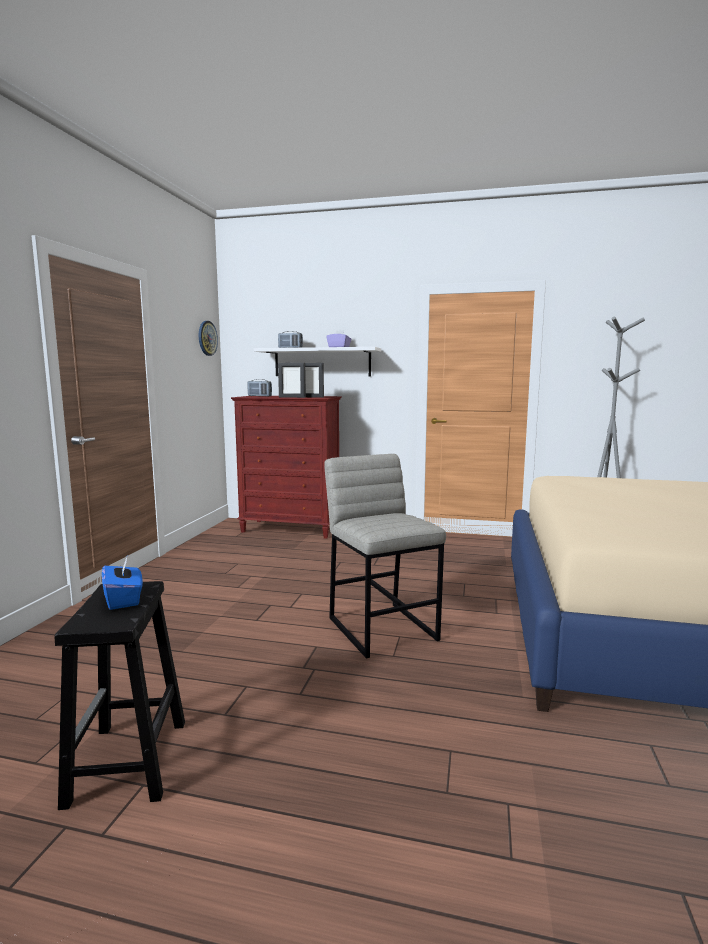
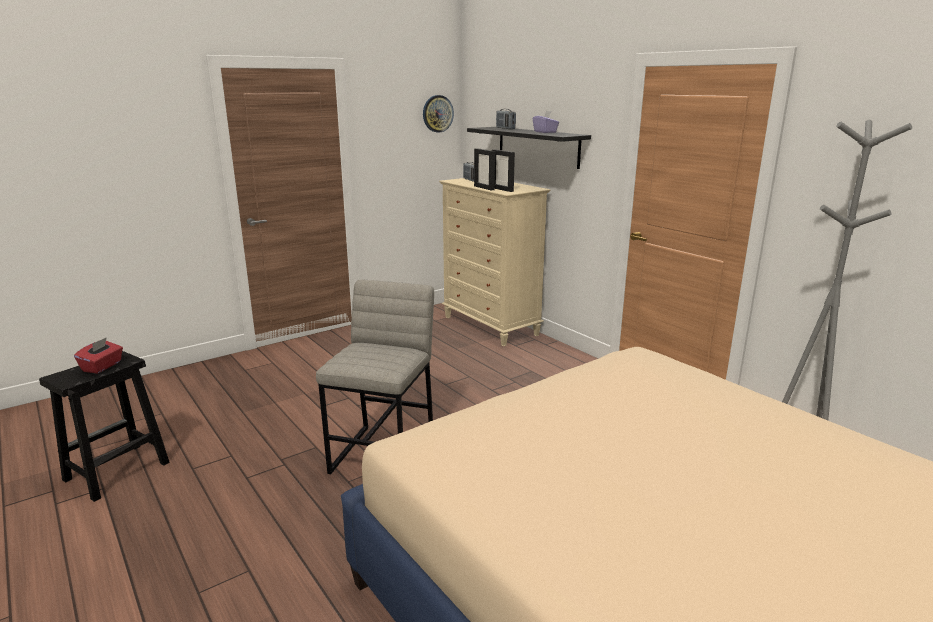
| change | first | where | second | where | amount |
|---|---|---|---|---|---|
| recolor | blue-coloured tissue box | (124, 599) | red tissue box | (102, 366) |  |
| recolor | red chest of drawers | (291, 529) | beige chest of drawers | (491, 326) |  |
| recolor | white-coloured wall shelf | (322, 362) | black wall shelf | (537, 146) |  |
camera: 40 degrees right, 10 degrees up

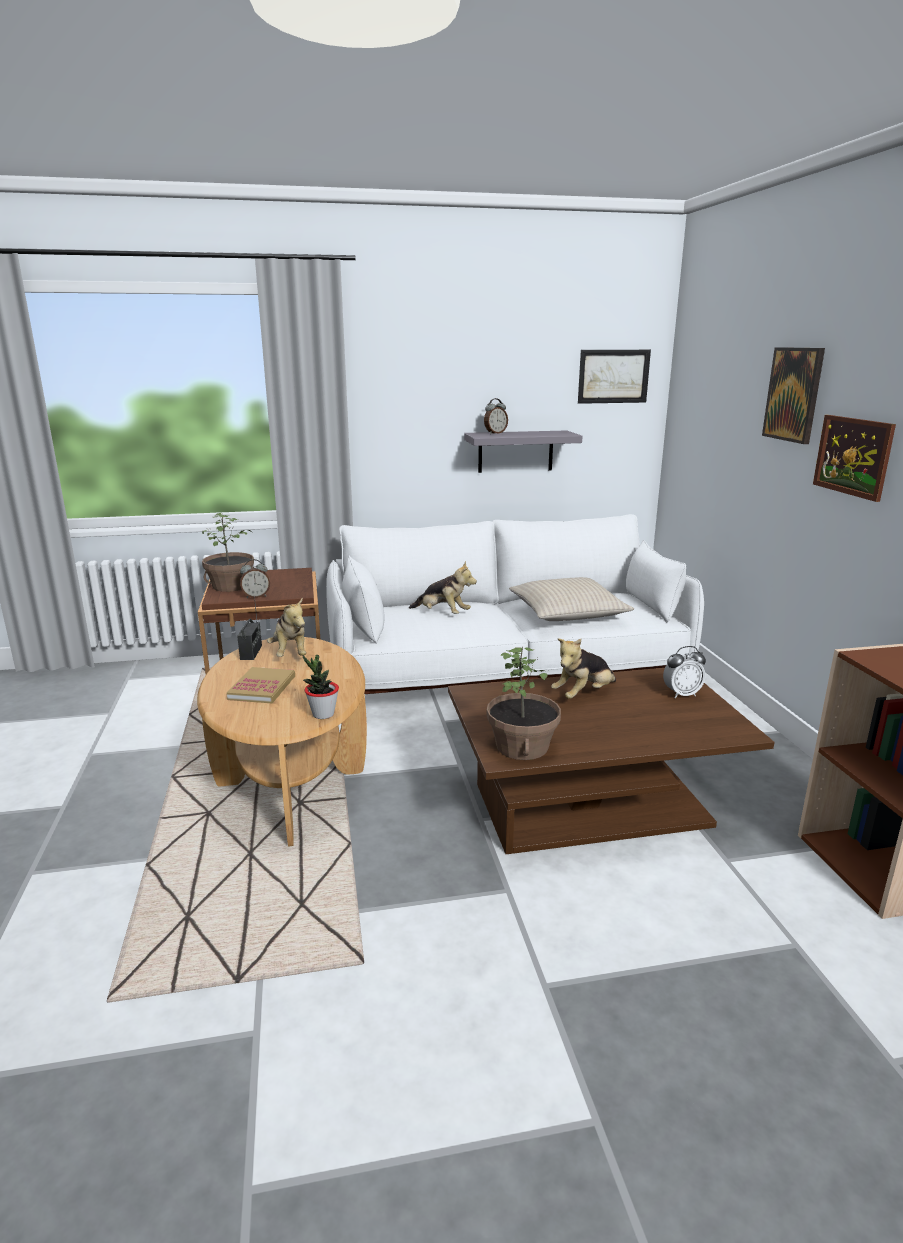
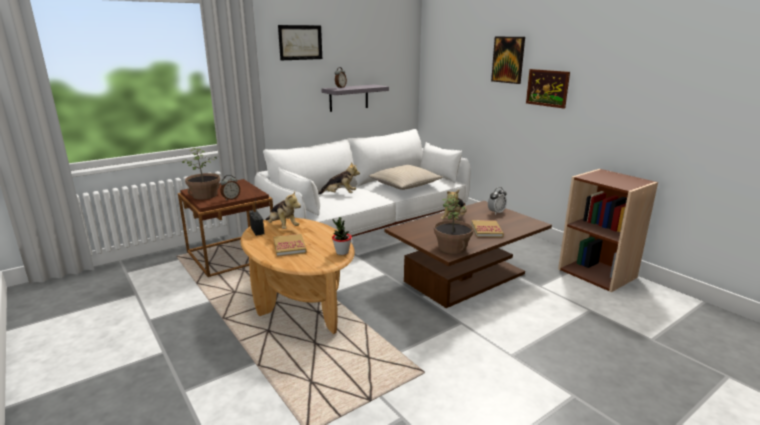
| change | first | where | second | where | amount |
|---|---|---|---|---|---|
| move | picture | (613, 376) |  | (300, 42) |  |
| insert |  |  | volume | (486, 230) |  |
camera: 25 degrees left, 0 degrees up

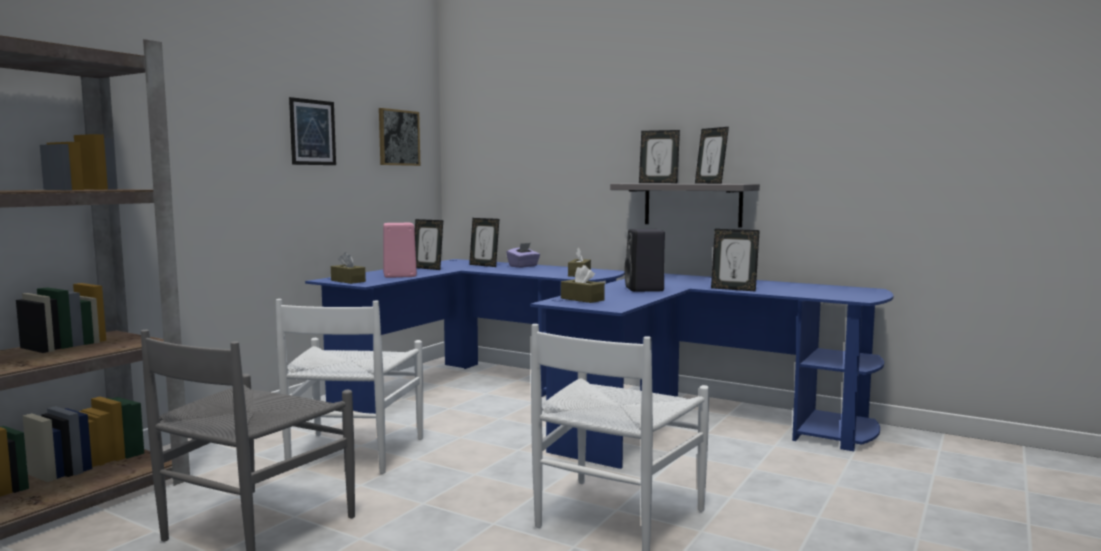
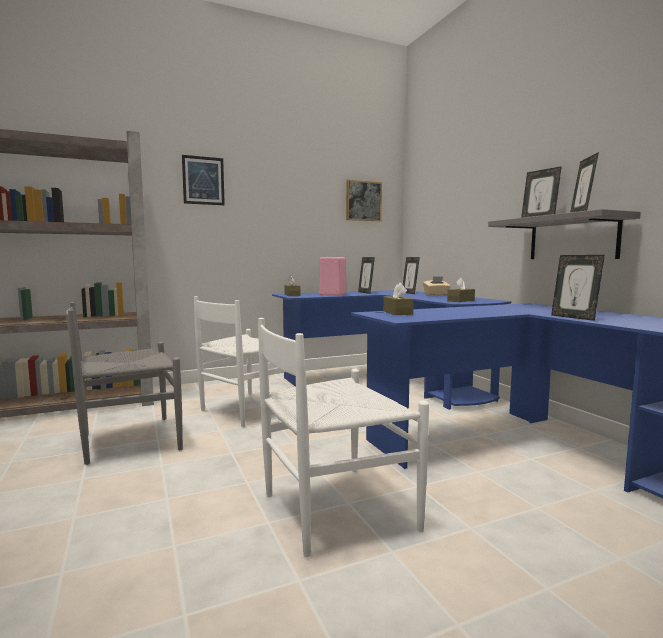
| change | first | where | second | where | amount |
|---|---|---|---|---|---|
| move | picture | (312, 132) |  | (203, 180) |  |
| recolor | purplish tissue box | (523, 266) | beige tissue box | (436, 295) |  |
| delete | black audio speaker | (645, 289) |  |  |  |
camera: 35 degrees right, 0 degrees up

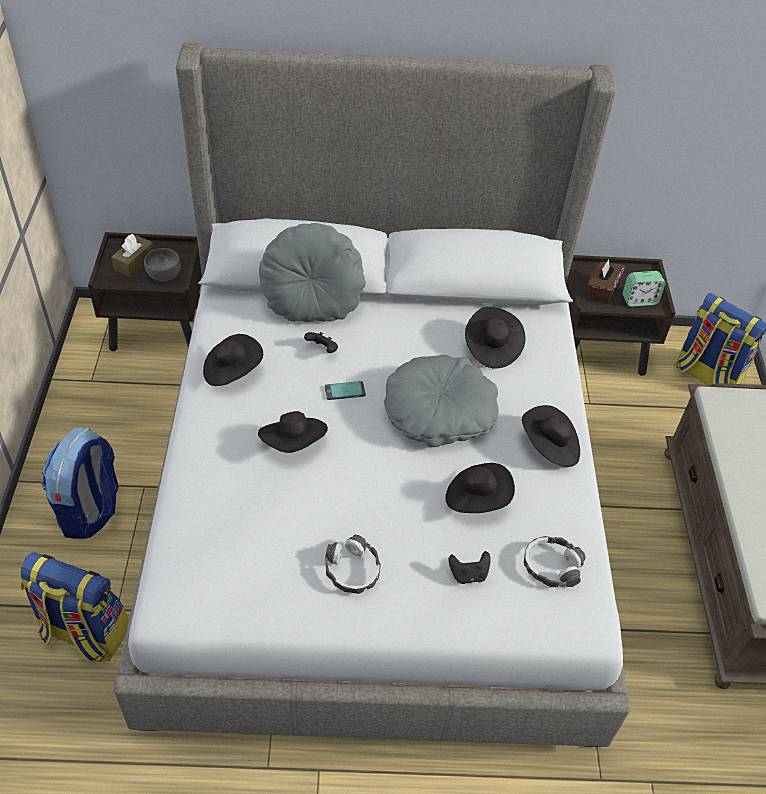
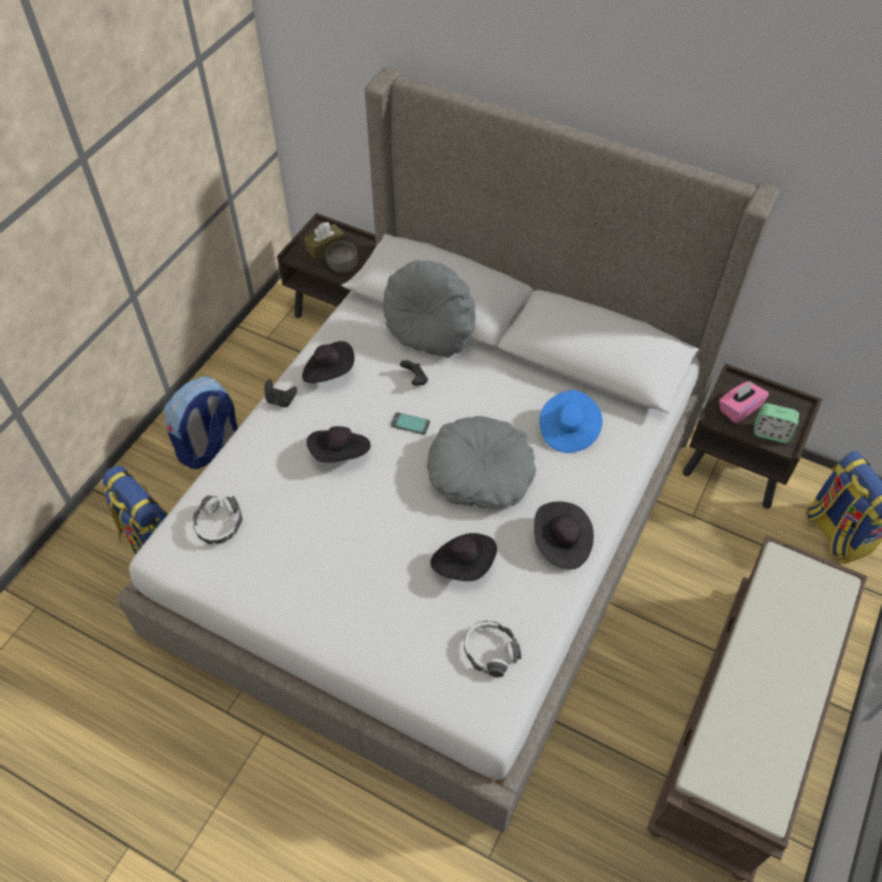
| change | first | where | second | where | amount |
|---|---|---|---|---|---|
| move | headphones | (352, 570) |  | (219, 524) |  |
| move | black gamepad | (468, 574) |  | (280, 400) |  |
| recolor | black clothing hat | (491, 348) | blue-coloured clothing hat | (568, 430) |  |
| recolor | brown tissue box | (602, 289) | pink tissue box | (738, 409) |  |
camera: 30 degrees right, 5 degrees up

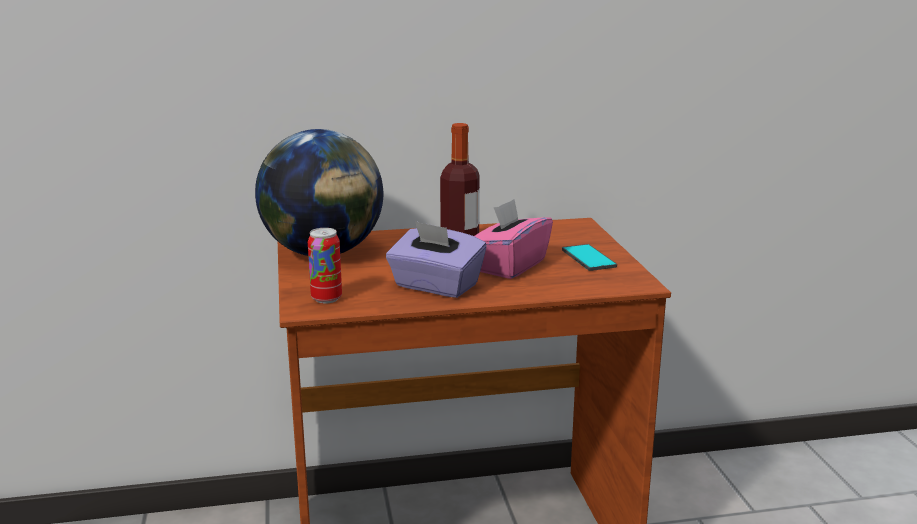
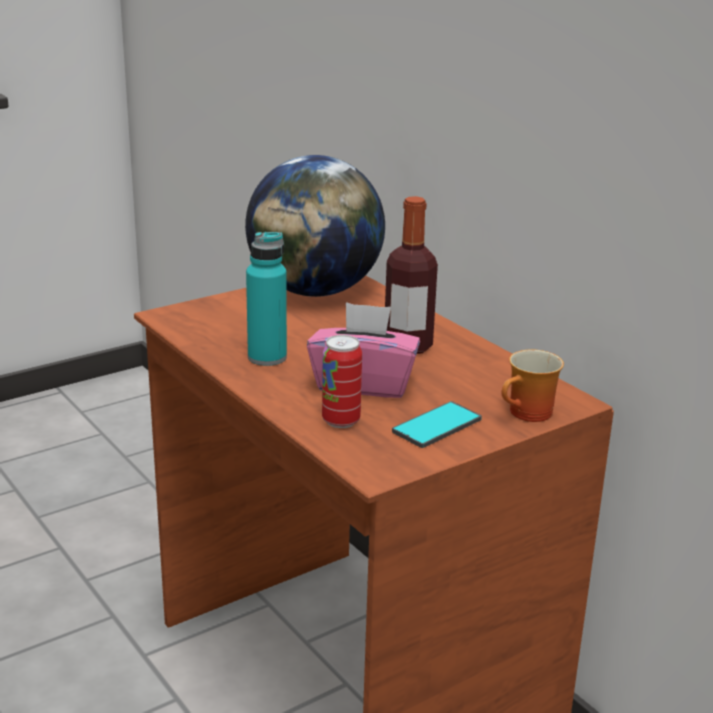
| change | first | where | second | where | amount |
|---|---|---|---|---|---|
| move | can | (326, 299) |  | (341, 421) |  |
| replace | purplish tissue box | (435, 286) | turquoise drink bottle | (267, 357) |  |
| insert |  |  | mug | (529, 415) |  |
camera: 65 degrees right, 5 degrees up

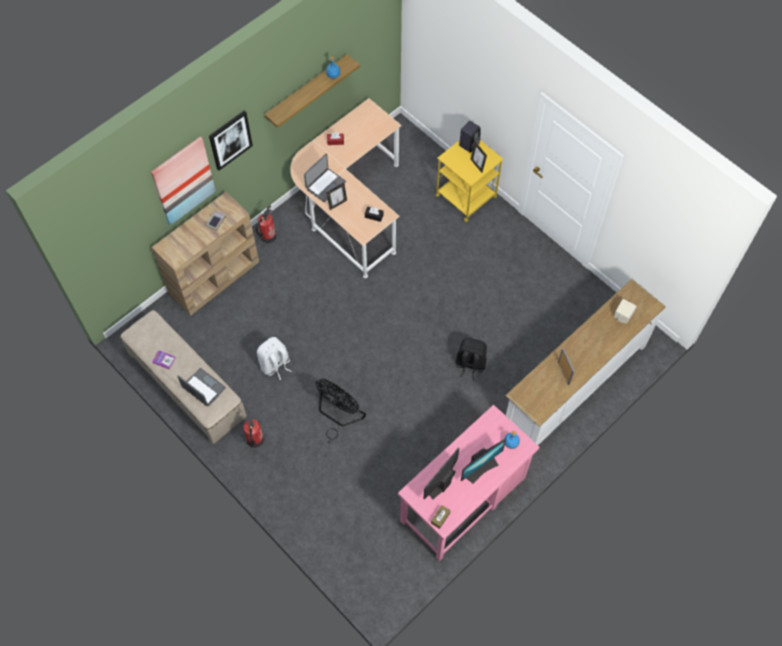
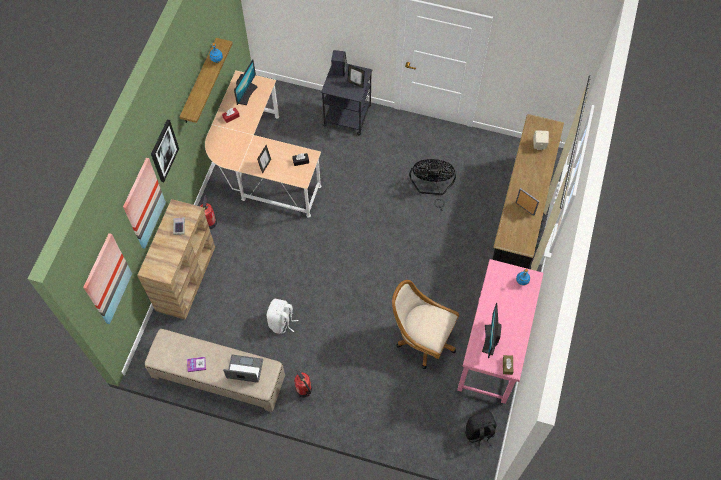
| change | first | where | second | where | amount |
|---|---|---|---|---|---|
| delete | notebook computer | (325, 185) |  |  |  |
| move | black cooling fan | (337, 414) |  | (433, 188) |  |
| recolor | yellow-coloured cart | (466, 197) | black cart | (348, 116) |  |
| move | black rucksack | (470, 364) |  | (479, 433) |  |
| move | computer screen | (480, 468) |  | (246, 94) |  |
| recolor | white-coloured cabinet | (574, 386) | black cabinet | (518, 219) |  |
| insert |  |  | picture | (107, 279) |  |
| insert |  |  | computer chair | (422, 338) |  |
camera: 30 degrees left, 0 degrees up

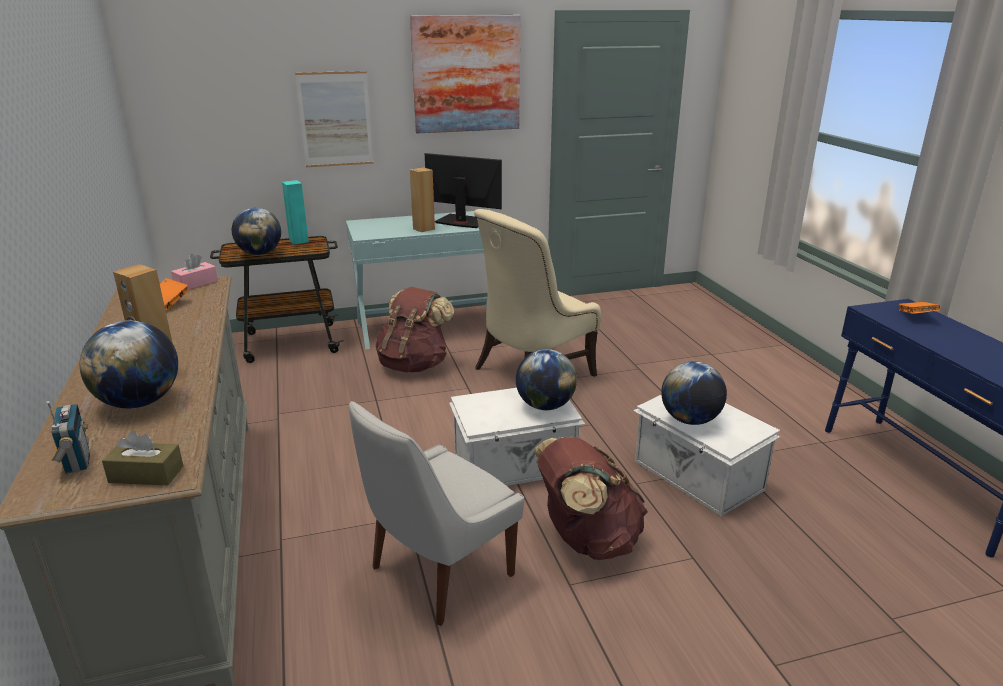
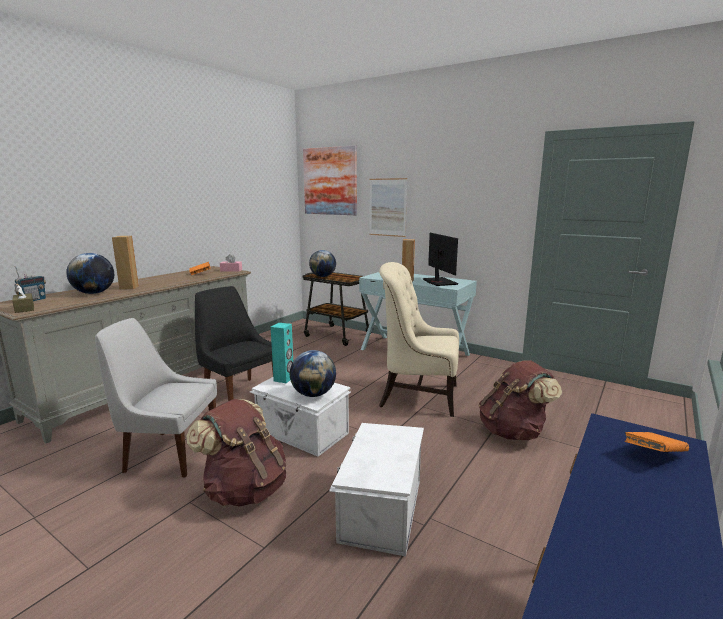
| change | first | where | second | where | amount |
|---|---|---|---|---|---|
| move | turquoise audio speaker | (299, 241) |  | (284, 379) |  |
| move | brown rucksack | (414, 365) |  | (513, 432) |  |
| move | picture | (466, 74) |  | (330, 181) |  |
| delete | desk globe | (690, 420) |  |  |  |
| insert |  |  | black chair | (239, 393) |  |
camera: 50 degrees right, 10 degrees down

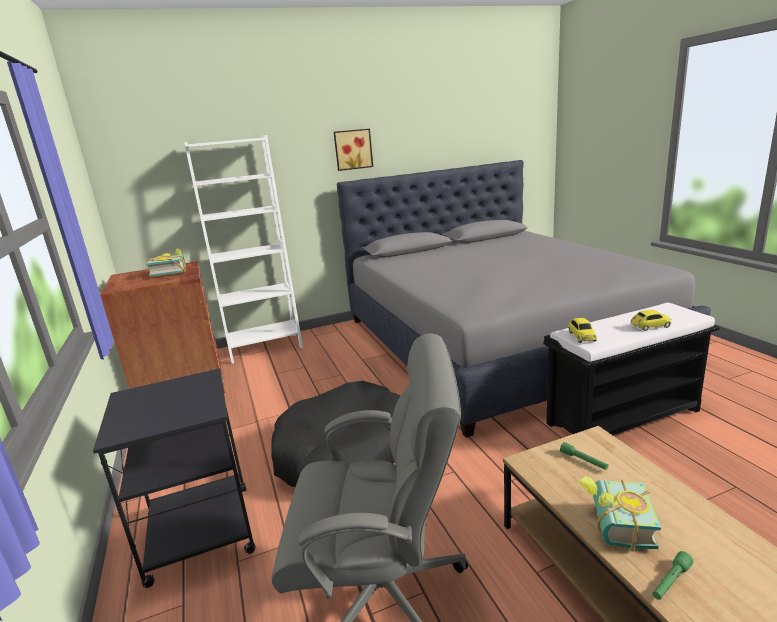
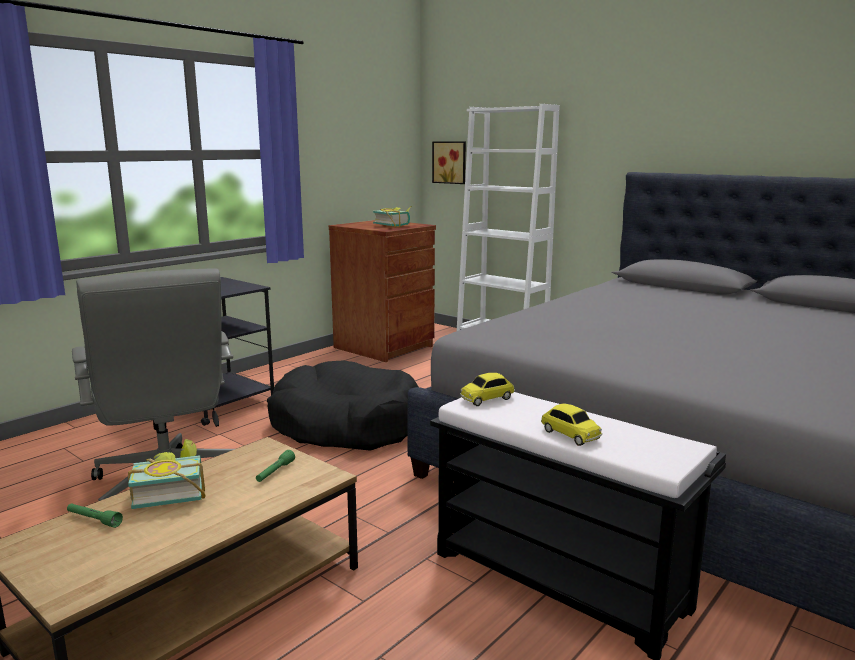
| change | first | where | second | where | amount |
|---|---|---|---|---|---|
| move | picture | (353, 149) |  | (450, 162) |  |
camera: 60 degrees right, 5 degrees down

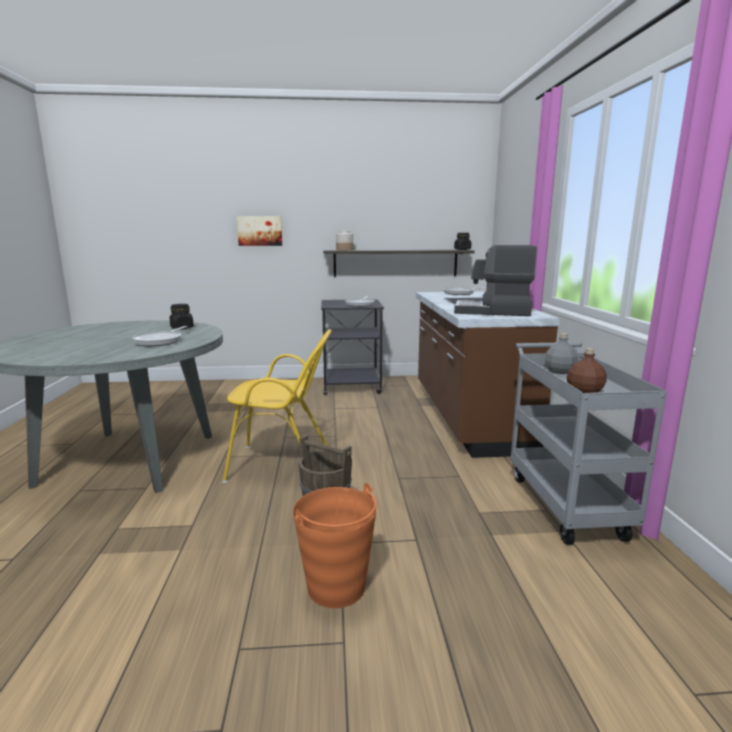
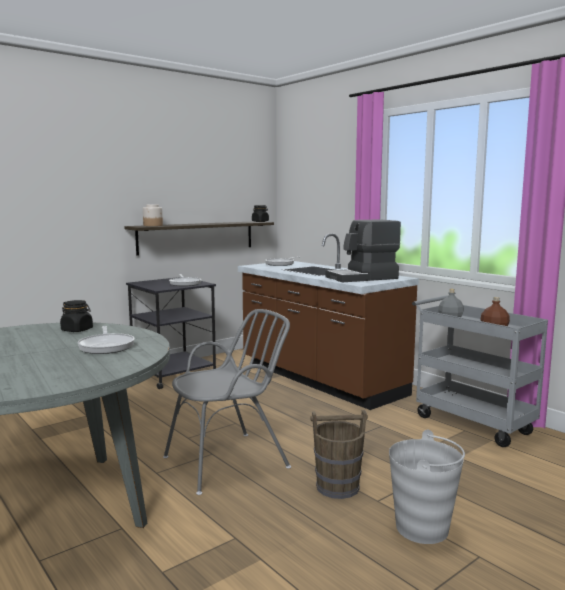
| change | first | where | second | where | amount |
|---|---|---|---|---|---|
| recolor | yellow-coloured chair | (284, 464) | gray chair | (230, 460) |  |
| delete | picture | (260, 231) |  |  |  |
| recolor | orangey bucket | (336, 587) | gray bucket | (422, 528) |  |
camera: 35 degrees left, 5 degrees down

